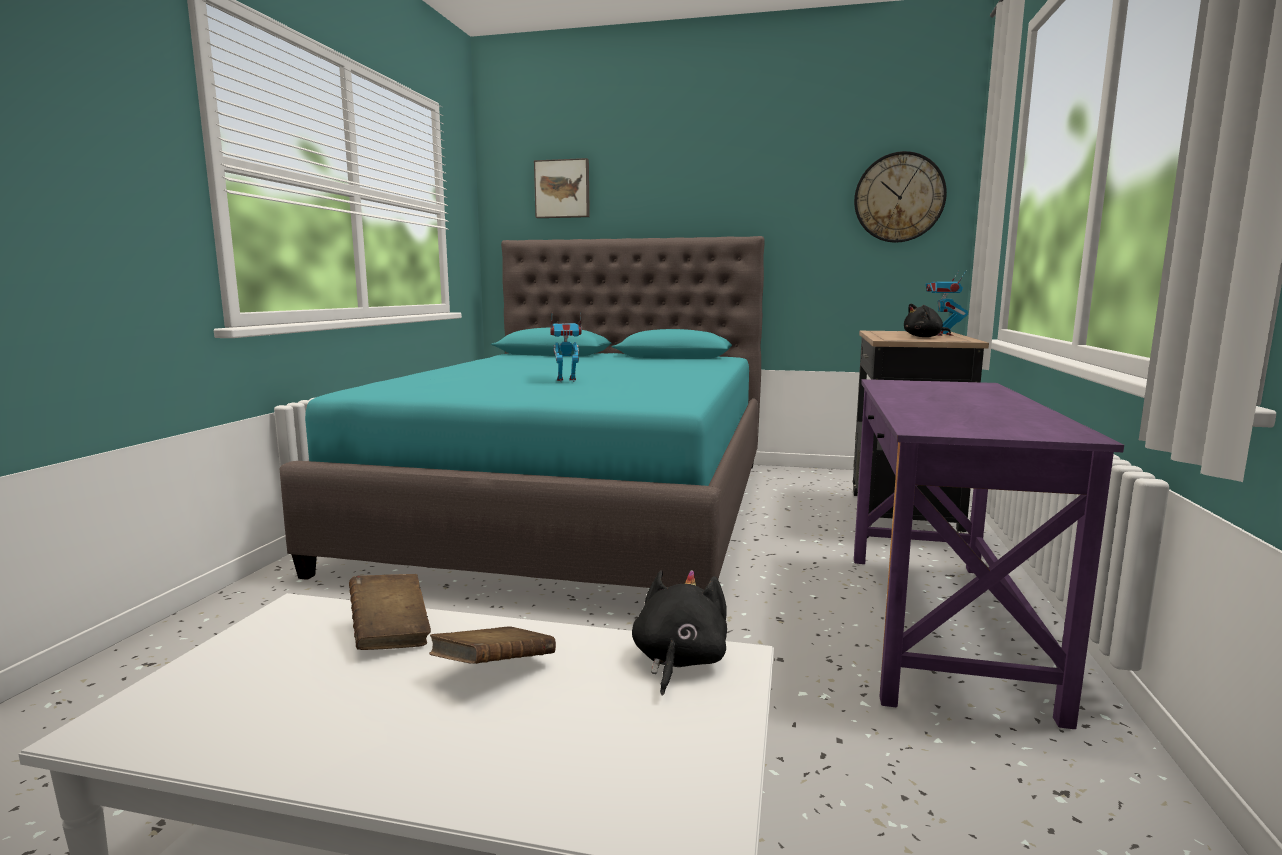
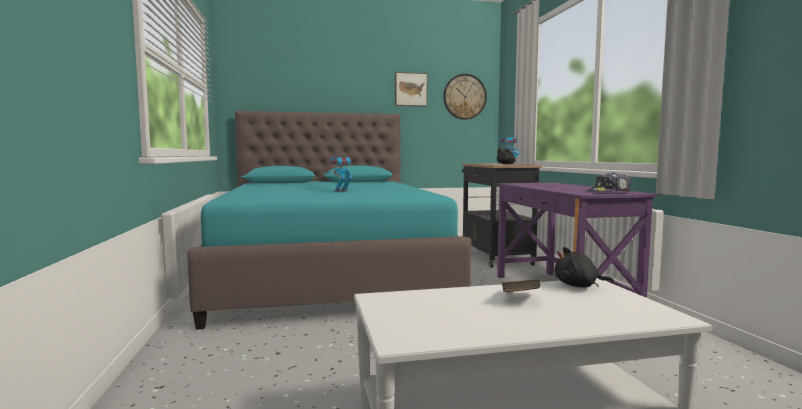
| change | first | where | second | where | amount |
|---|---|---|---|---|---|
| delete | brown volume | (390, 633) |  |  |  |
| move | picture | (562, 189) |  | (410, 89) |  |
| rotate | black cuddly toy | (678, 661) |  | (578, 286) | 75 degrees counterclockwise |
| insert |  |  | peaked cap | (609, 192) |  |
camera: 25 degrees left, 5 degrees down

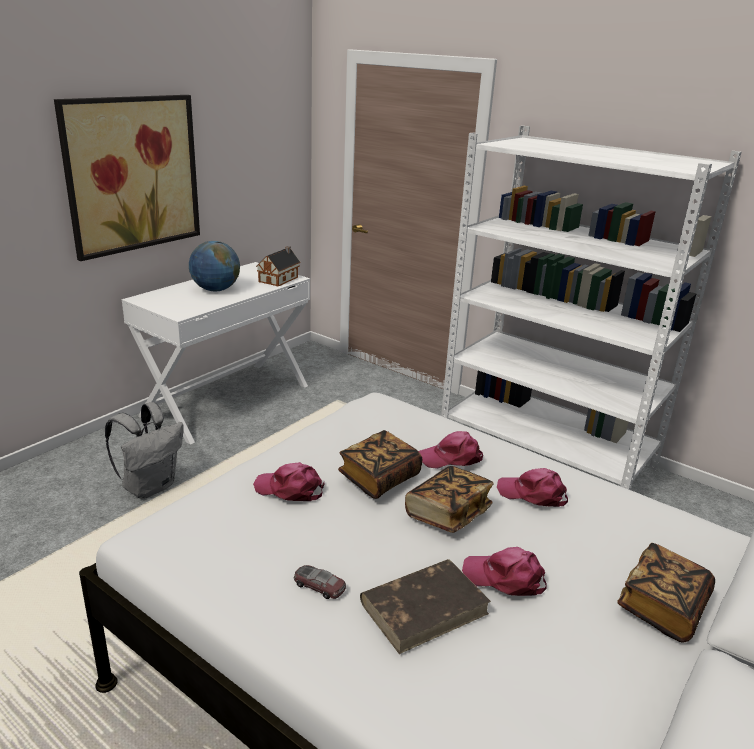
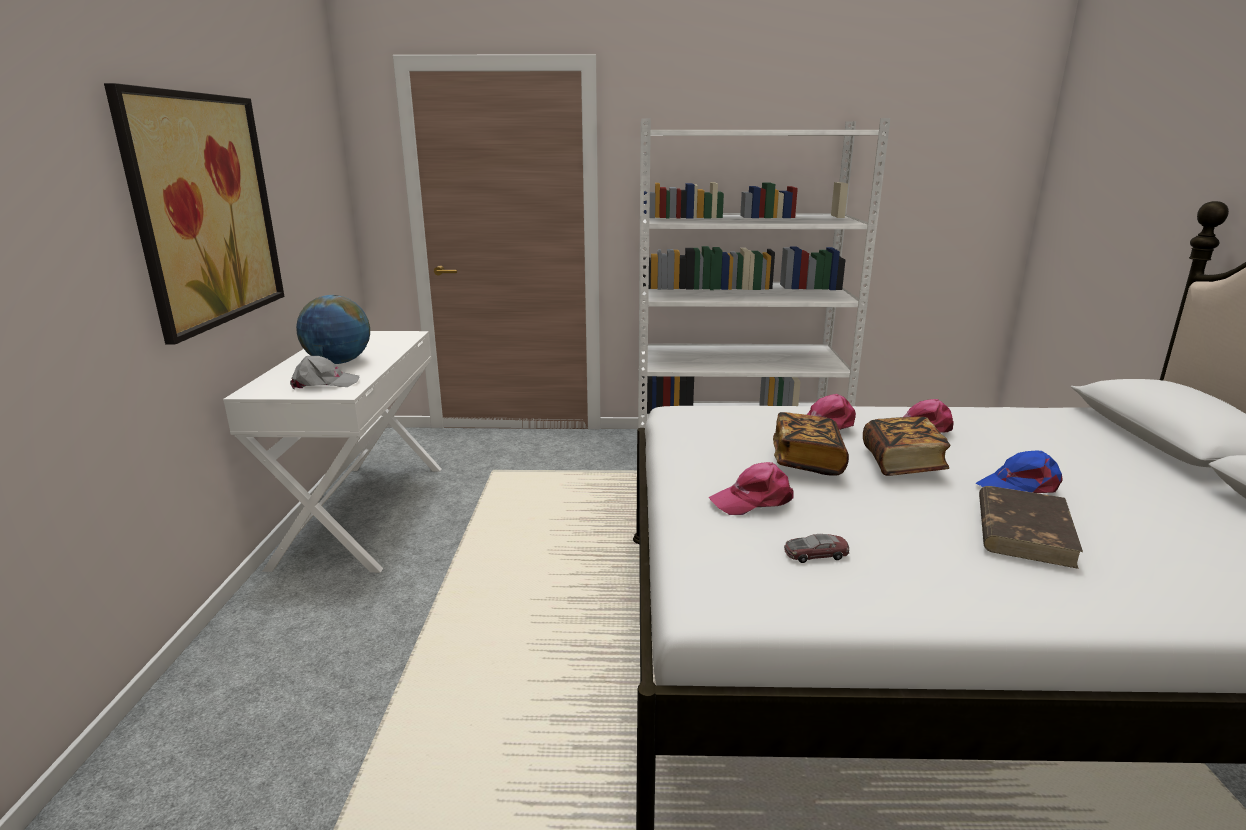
| change | first | where | second | where | amount |
|---|---|---|---|---|---|
| delete | gray rucksack | (150, 486) |  |  |  |
| delete | toy house | (280, 279) |  |  |  |
| move | toy car | (319, 586) |  | (816, 554) |  |
| recolor | pink peaked cap | (505, 578) | blue-coloured peaked cap | (1019, 487) |  |
| delete | volume | (662, 607) |  |  |  |
| insert |  |  | gray peaked cap | (324, 383) |  |
camera: 35 degrees left, 5 degrees down

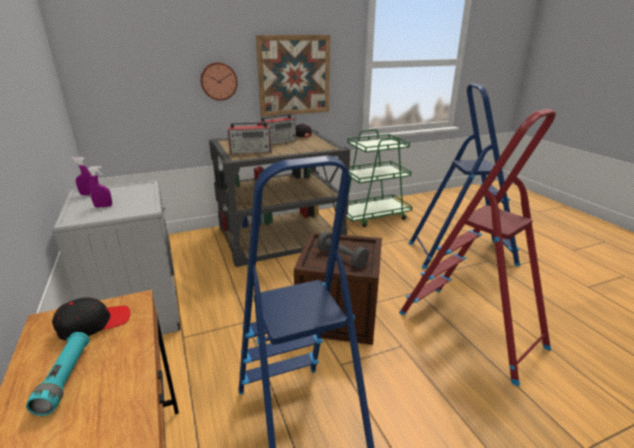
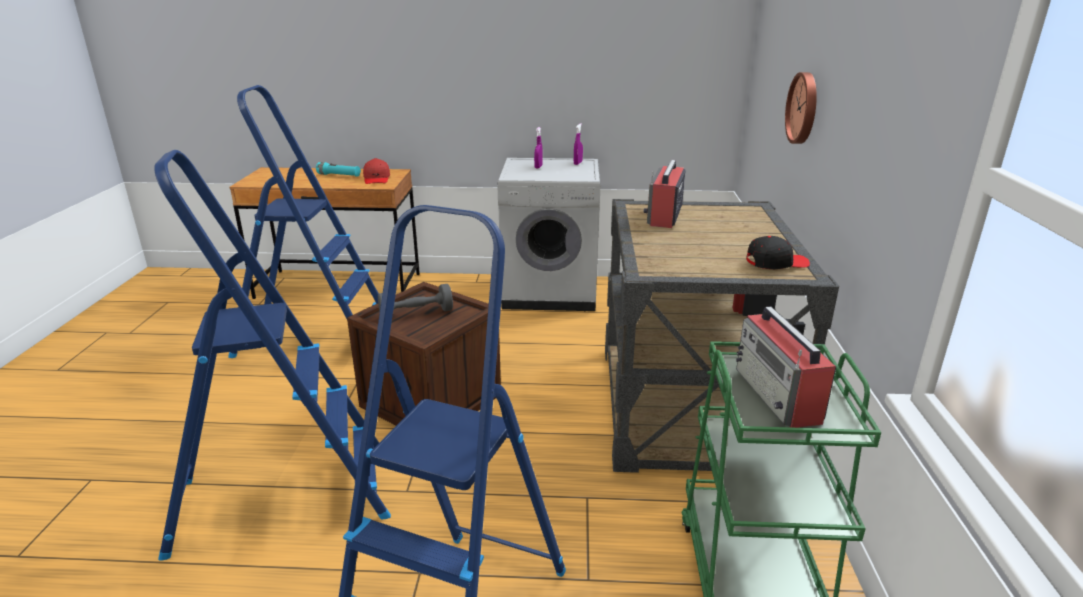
| change | first | where | second | where | amount |
|---|---|---|---|---|---|
| recolor | black peaked cap | (94, 323) | red peaked cap | (377, 179) |  |
| delete | picture | (294, 76) |  |  |  |
| move | radio receiver | (278, 142) |  | (778, 395) |  |
| recolor | red stepladder | (469, 329) | blue-coloured stepladder | (284, 499) |  |
camera: 115 degrees right, 0 degrees up

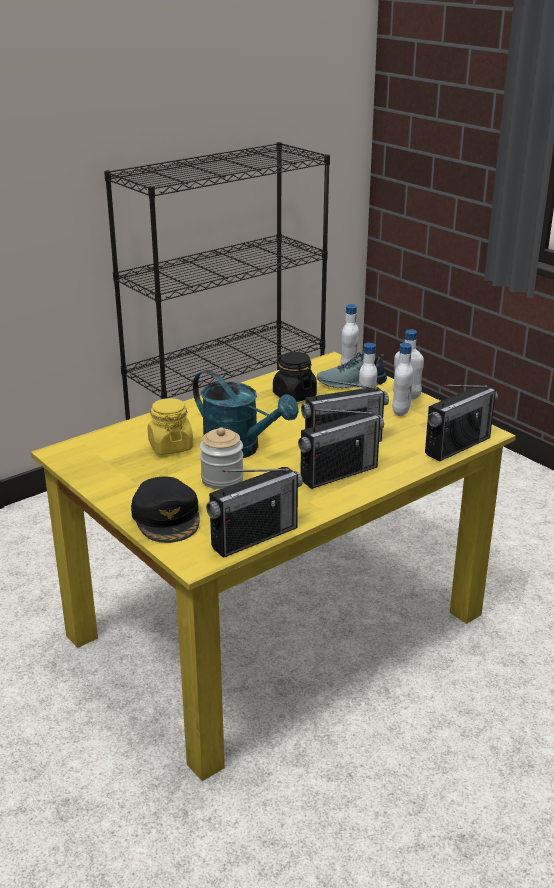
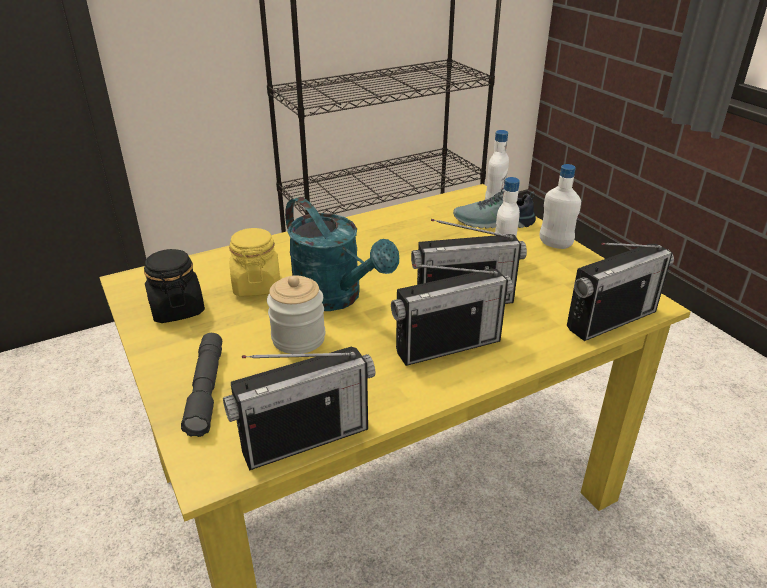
| change | first | where | second | where | amount |
|---|---|---|---|---|---|
| replace | black peaked cap | (167, 517) | gray flashlight | (206, 390) |  |
| move | black preserve jar | (294, 395) |  | (177, 309) |  |
| delete | white-coloured drink bottle | (401, 411) |  |  |  |
camera: 10 degrees right, 5 degrees up

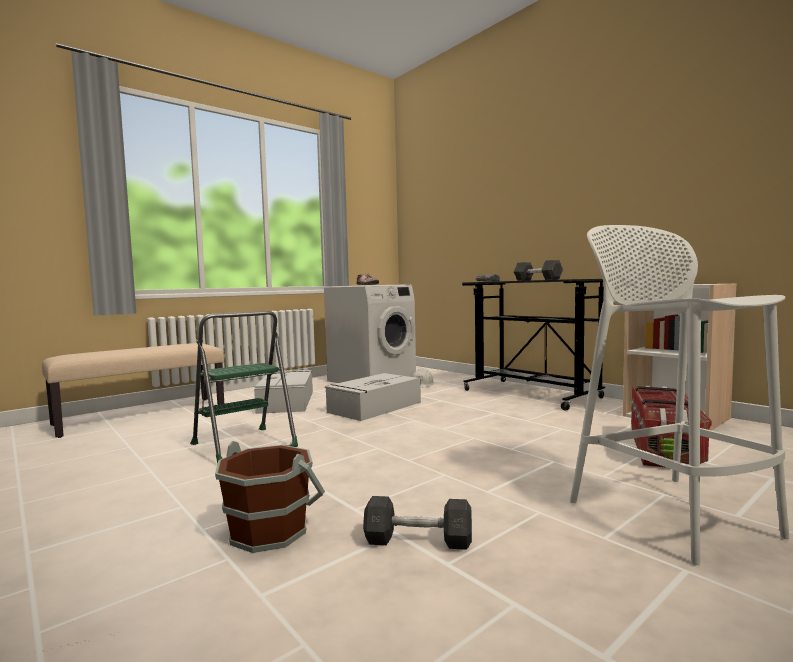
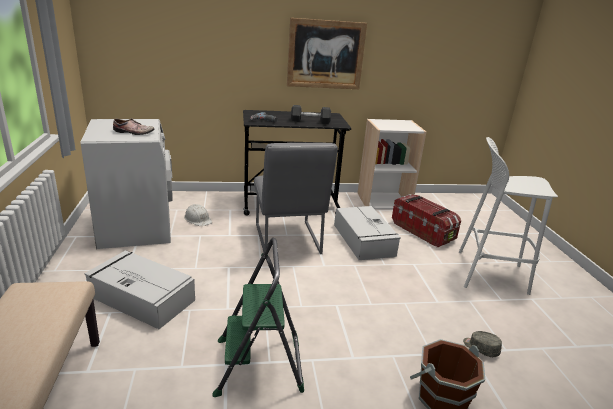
| change | first | where | second | where | amount |
|---|---|---|---|---|---|
| move | gray storage box | (374, 407) |  | (364, 240) |  |
| replace | gray free weight | (418, 540) | gray peaked cap | (480, 348) |  |
| insert |  |  | gray chair | (287, 239) |  |
| insert |  |  | picture | (325, 54) |  |
camera: 60 degrees left, 20 degrees up

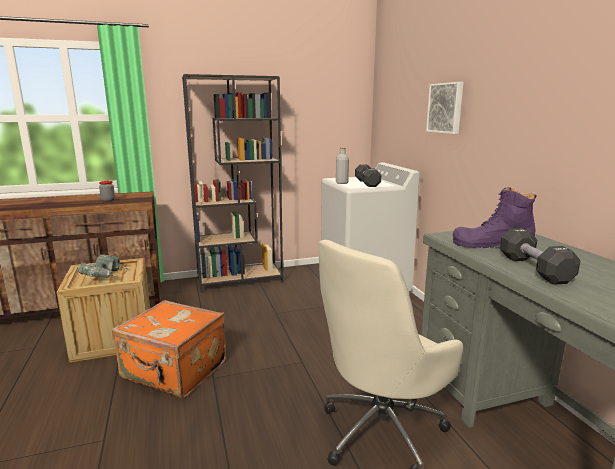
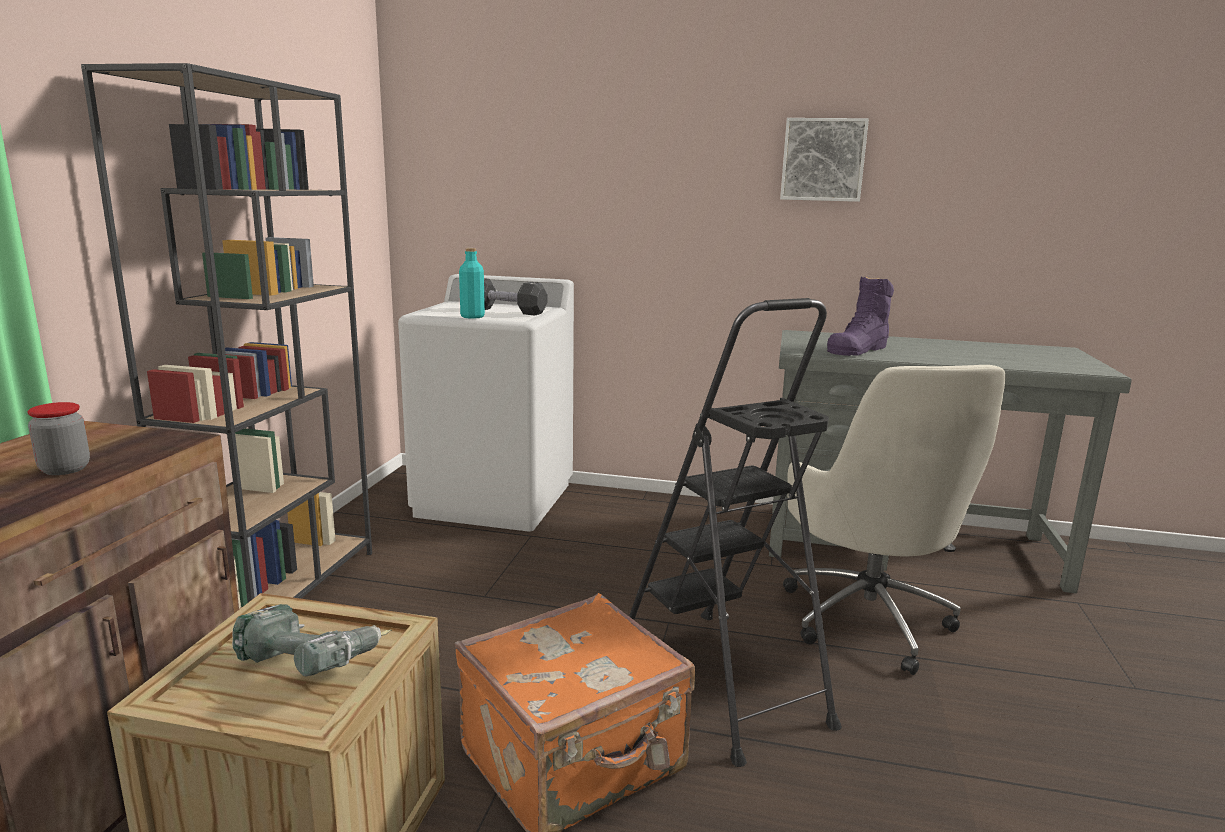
| change | first | where | second | where | amount |
|---|---|---|---|---|---|
| recolor | gray drink bottle | (341, 183) | turquoise drink bottle | (472, 316) |  |
| move | picture | (446, 108) |  | (823, 160) |  |
| delete | black free weight | (534, 269) |  |  |  |
| insert |  |  | stepladder | (722, 680) |  |
camera: 60 degrees left, 0 degrees up

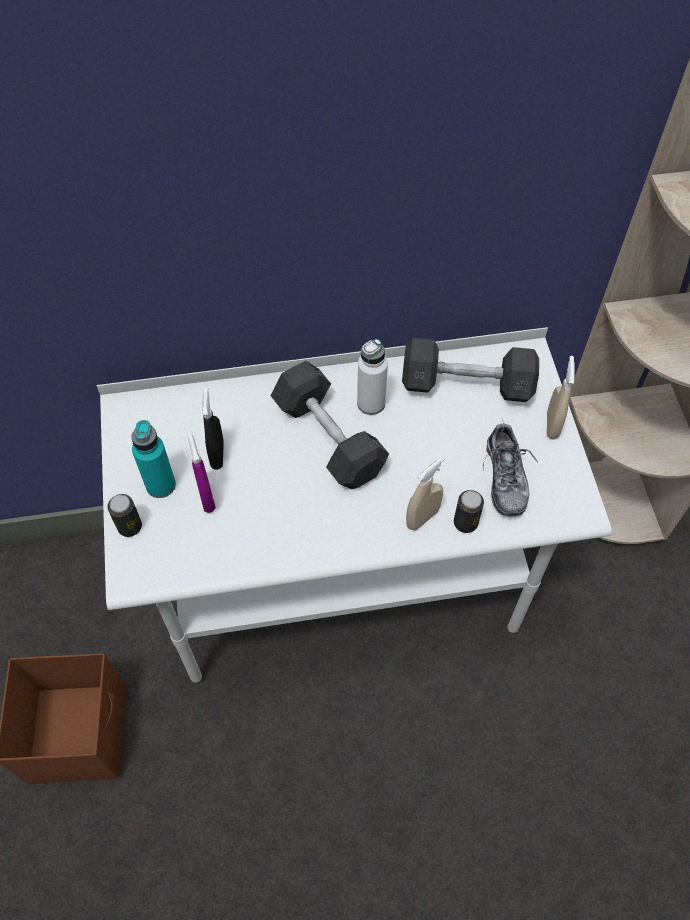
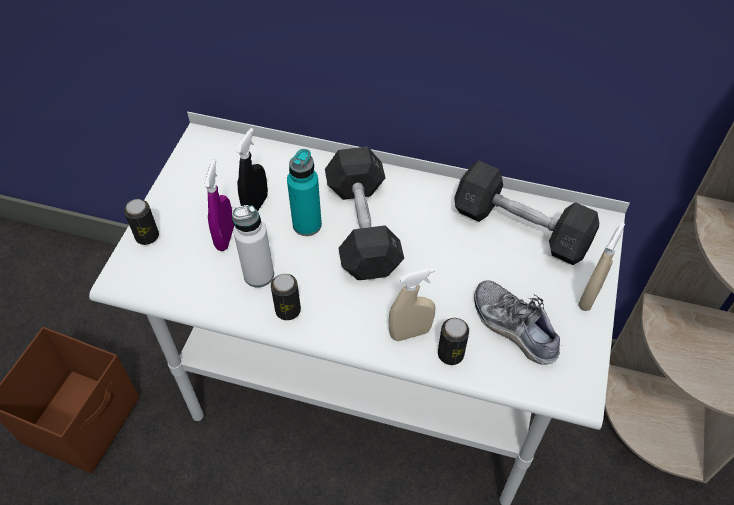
| change | first | where | second | where | amount |
|---|---|---|---|---|---|
| move | turquoise drink bottle | (160, 485) |  | (307, 225) |  |
| move | white-coloured drink bottle | (371, 403) |  | (259, 275) |  |
| rotate | shoe | (505, 477) |  | (514, 327) | 120 degrees clockwise |
| insert |  |  | can | (288, 310) |  |
camera: 25 degrees right, 5 degrees down

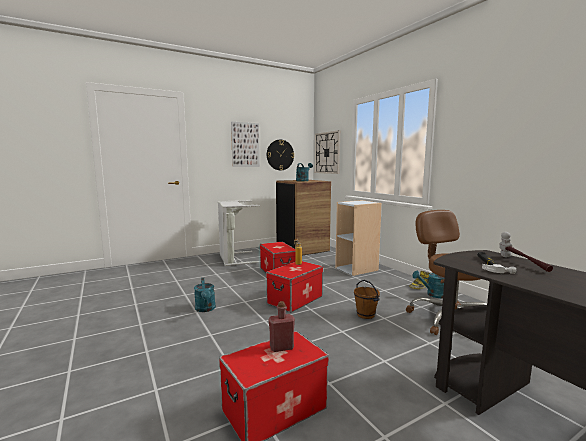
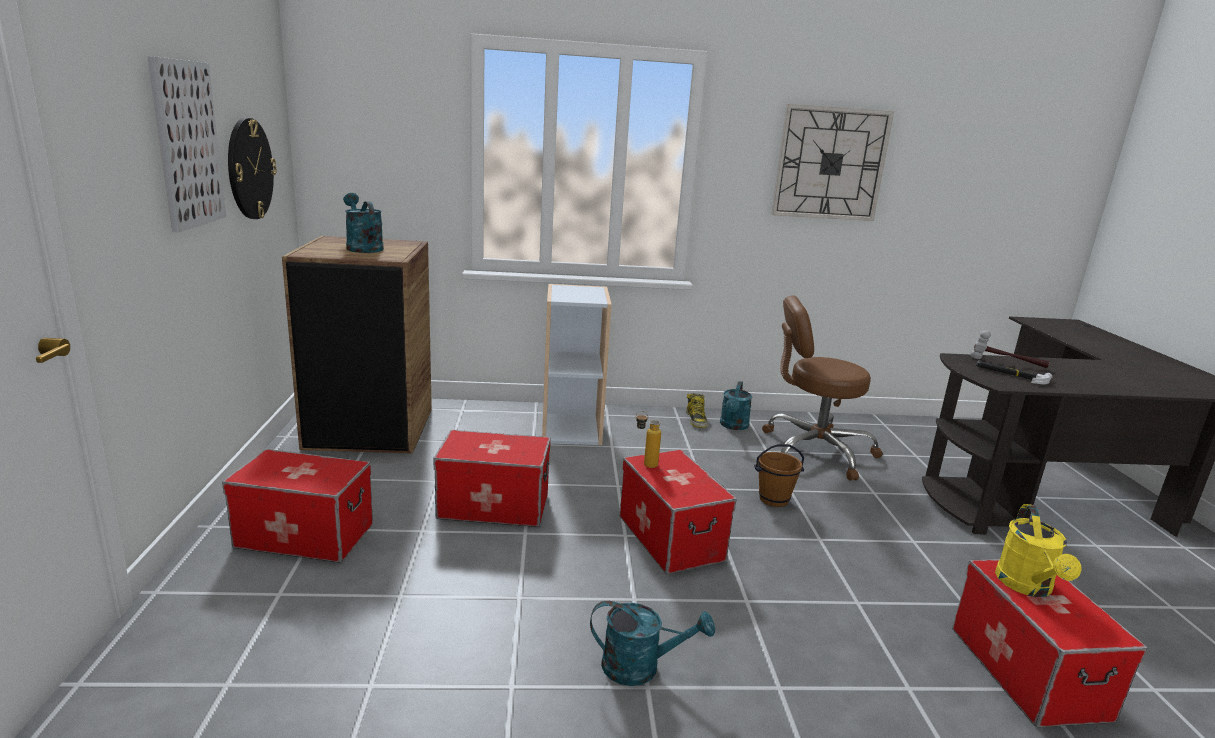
| change | first | where | second | where | amount |
|---|---|---|---|---|---|
| replace | gray laundry basket | (233, 259) | storage box | (304, 536) |  |
| replace | red drink bottle | (281, 347) | yellow-coloured watering pot | (1027, 587) |  |
| move | clock on the wall | (327, 152) |  | (830, 164) |  |
camera: 65 degrees left, 10 degrees up

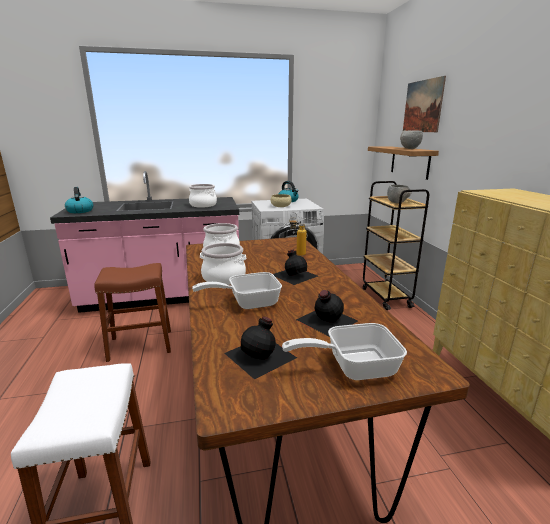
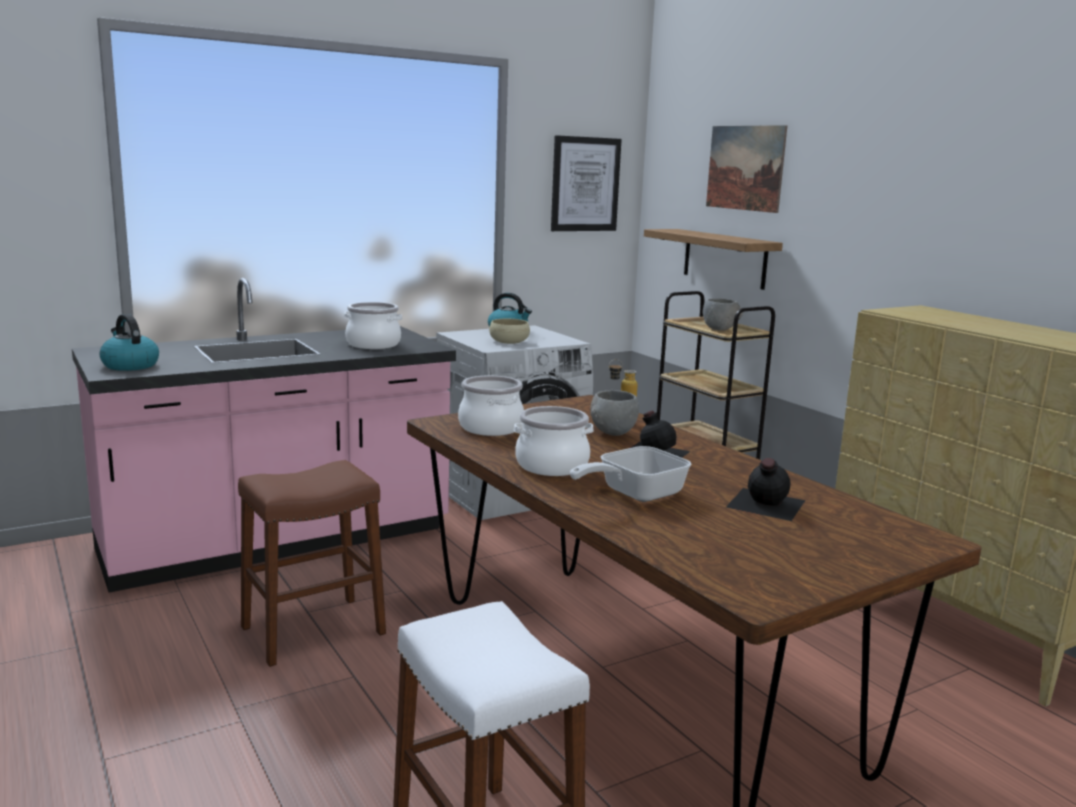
| change | first | where | second | where | amount |
|---|---|---|---|---|---|
| delete | black drink bottle | (261, 355) |  |  |  |
| delete | skillet | (352, 366) |  |  |  |
| move | gray serving bowl | (409, 149) |  | (612, 434) |  |
| insert |  |  | picture | (585, 184) |  |
camera: 20 degrees left, 5 degrees down

